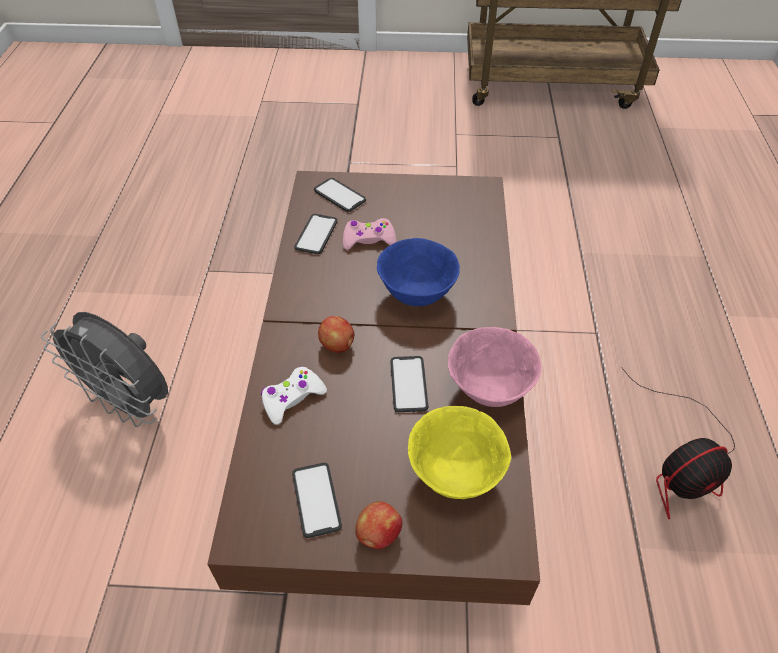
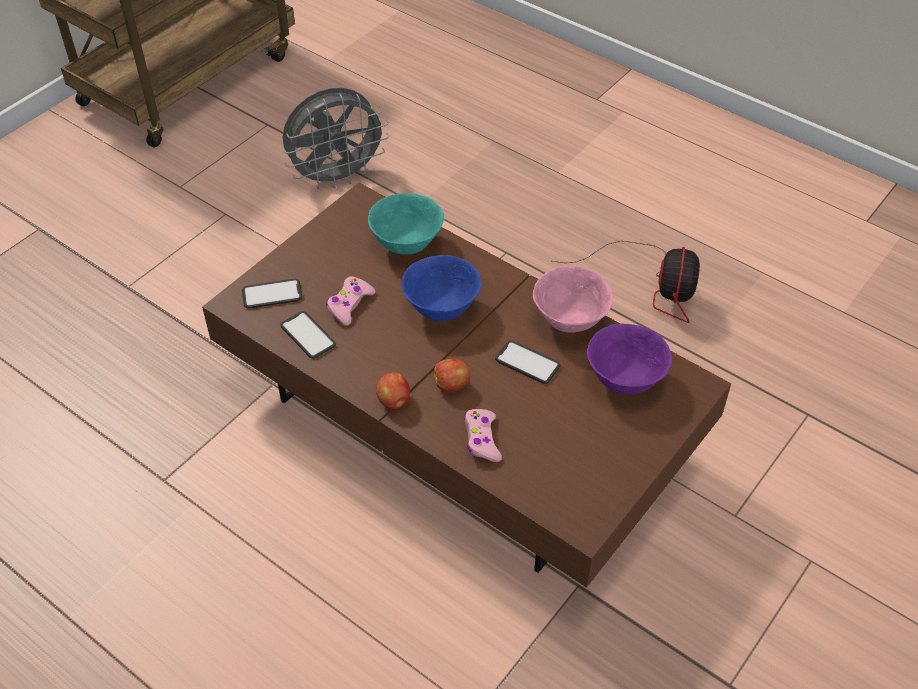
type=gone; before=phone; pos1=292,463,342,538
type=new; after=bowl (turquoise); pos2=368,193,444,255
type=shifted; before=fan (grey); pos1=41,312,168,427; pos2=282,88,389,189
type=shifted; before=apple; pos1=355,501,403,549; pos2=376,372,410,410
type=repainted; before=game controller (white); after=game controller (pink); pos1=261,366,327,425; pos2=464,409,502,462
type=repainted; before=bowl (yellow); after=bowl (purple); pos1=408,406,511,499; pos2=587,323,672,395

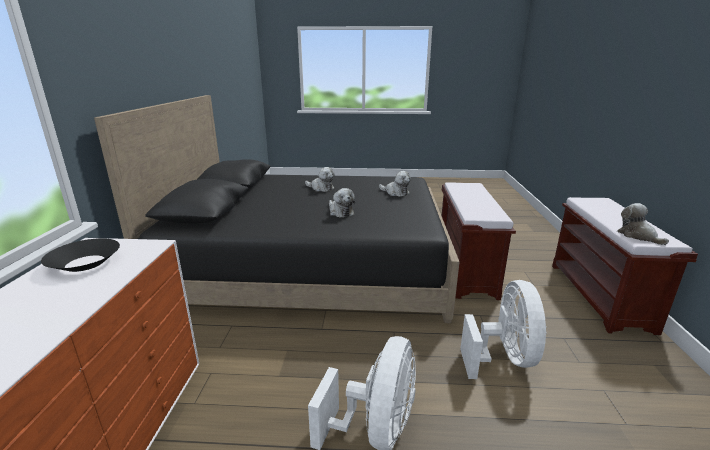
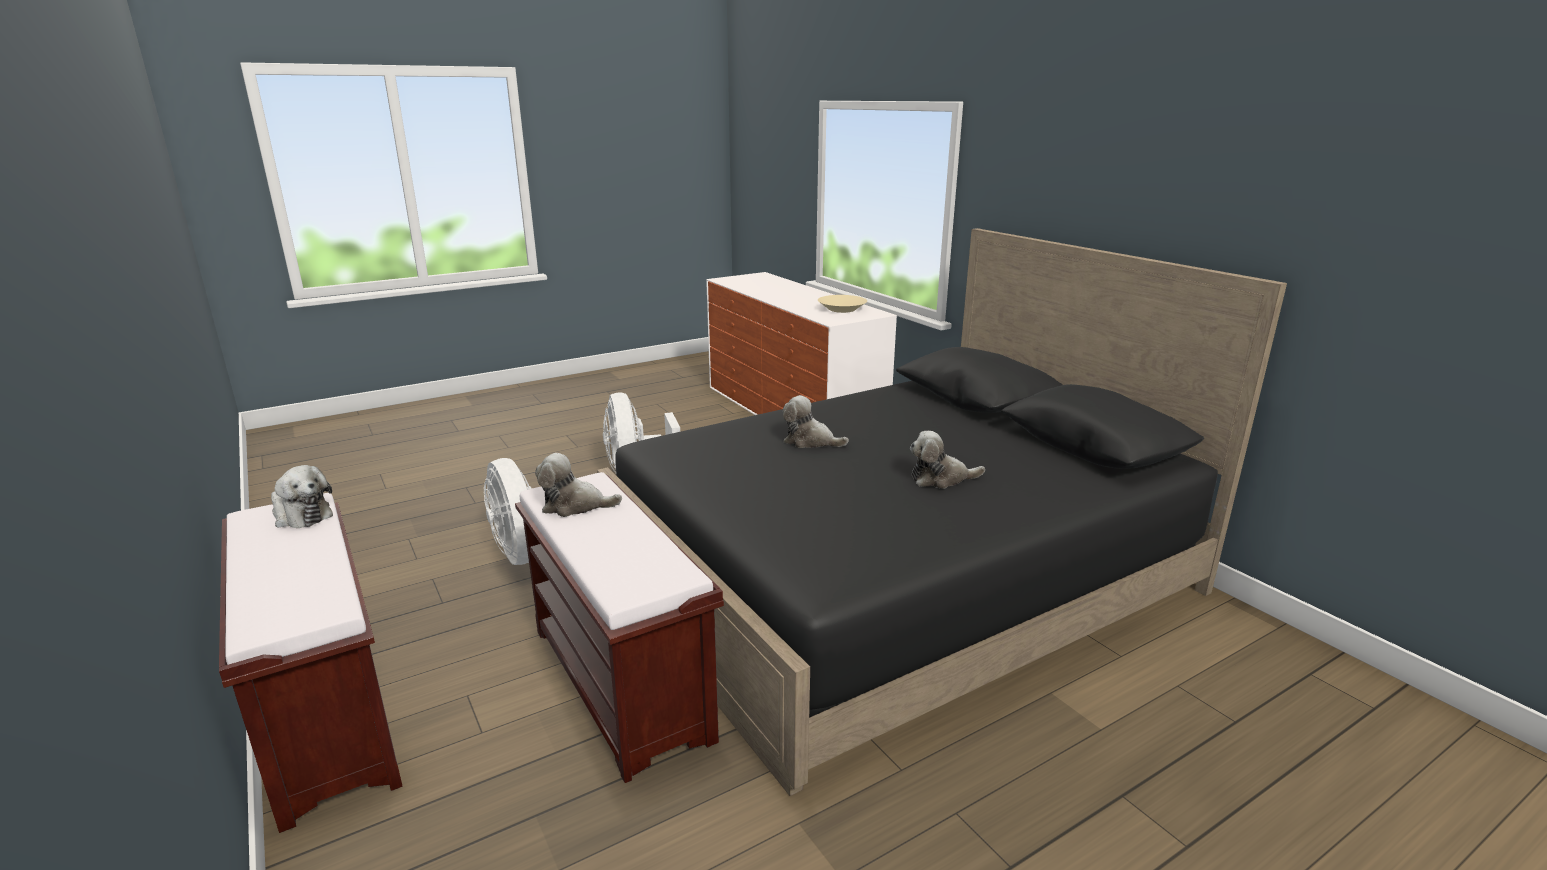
type=shifted; before=plush toy; pos1=379,171,411,197; pos2=535,453,622,517
type=repainted; before=bowl (black); after=bowl (beige); pos1=41,238,120,272; pos2=818,295,867,313

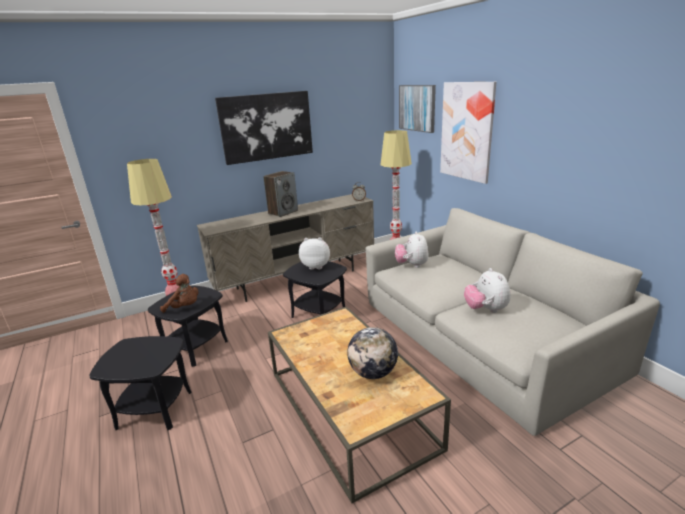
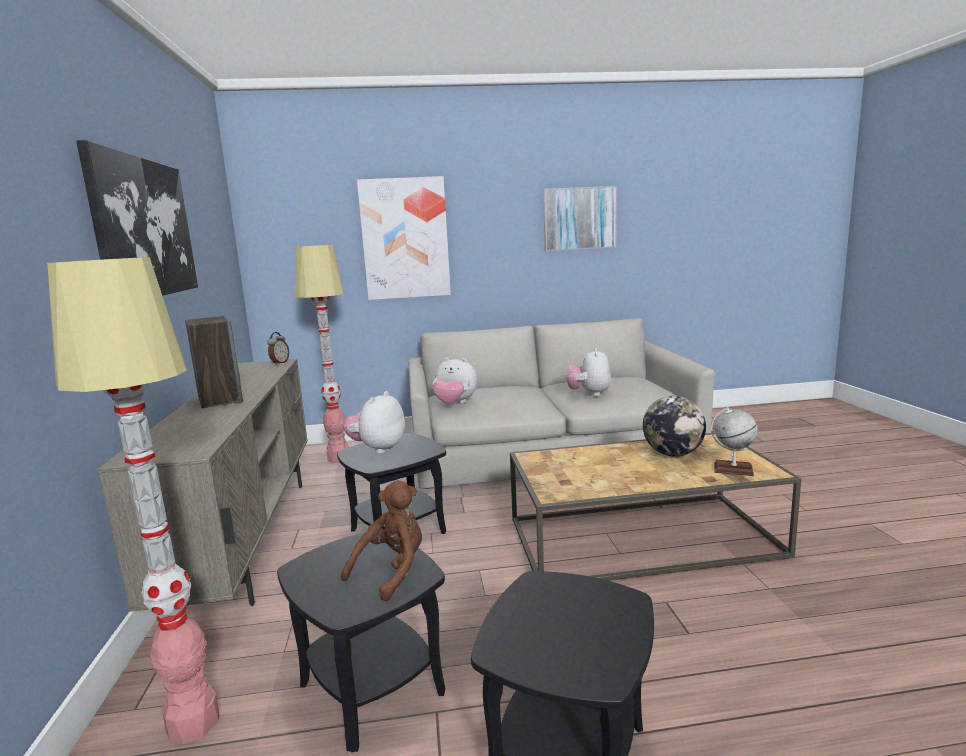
type=new; after=globe; pos2=711,407,758,476
type=shifted; before=picture; pos1=399,85,436,133; pos2=543,186,617,251
type=rotated; before=plush toy; pos1=464,268,510,313; pos2=566,348,611,396; turn=90

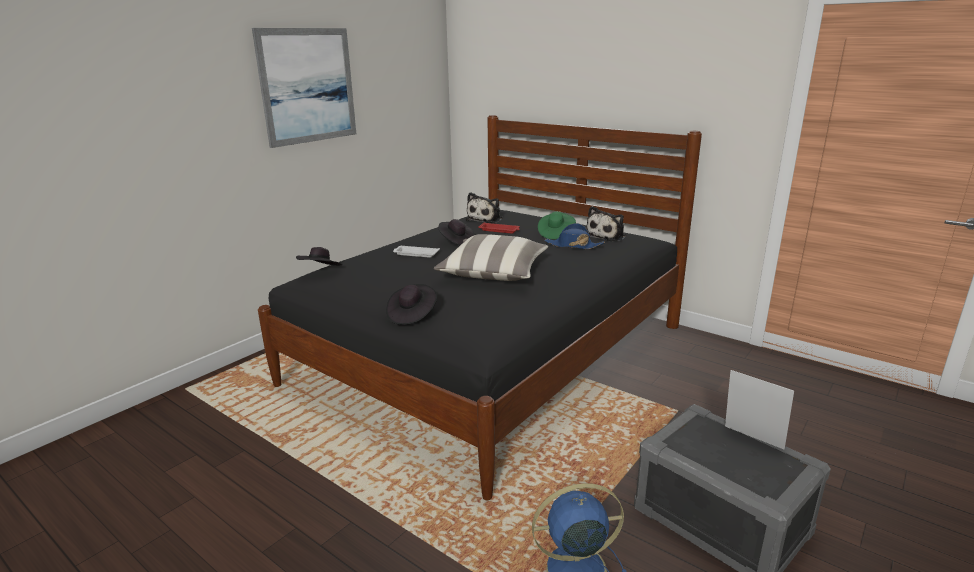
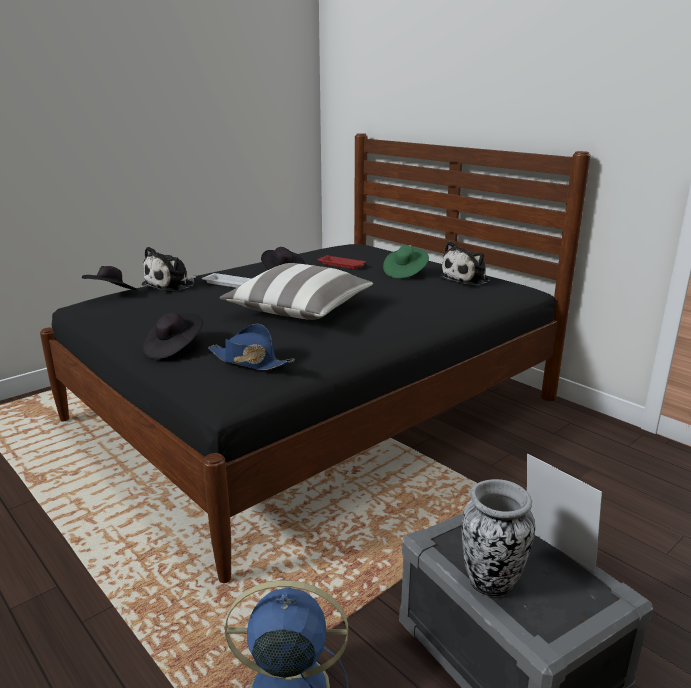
type=gone; before=picture; pos1=252,28,356,148
type=new; after=vase; pos2=461,479,535,597
type=shifted; before=plush toy; pos1=466,192,503,223; pos2=142,247,197,291
type=shifted; before=hat (blue); pos1=544,223,605,249; pos2=208,324,295,370

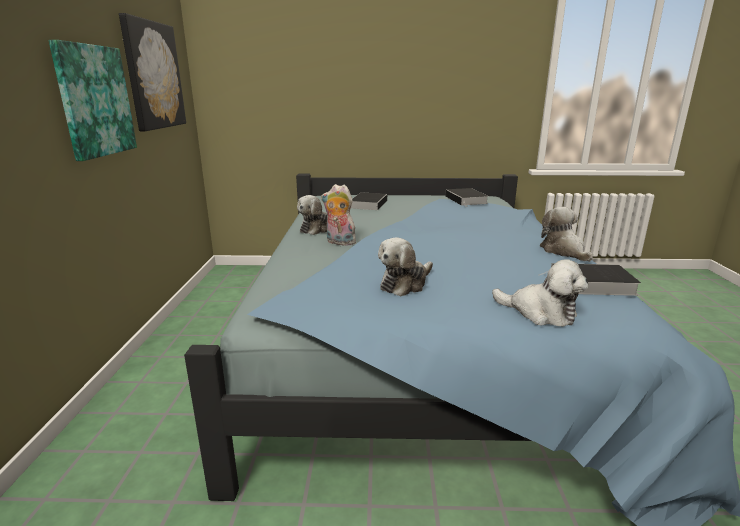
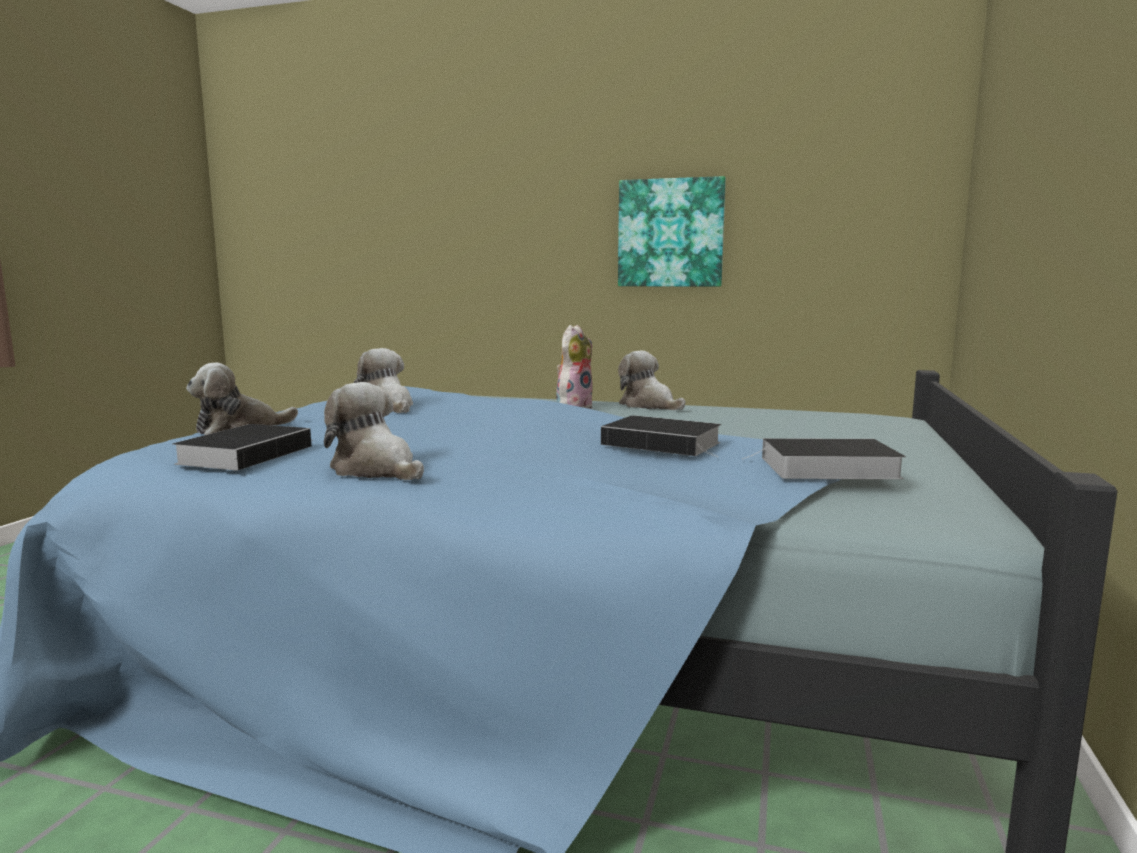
type=gone; before=picture; pos1=119,13,186,131
type=shifted; before=book; pos1=351,192,387,210; pos2=601,415,721,457
type=rotated; before=plush toy; pos1=540,207,593,262; pos2=324,382,424,480; turn=-135

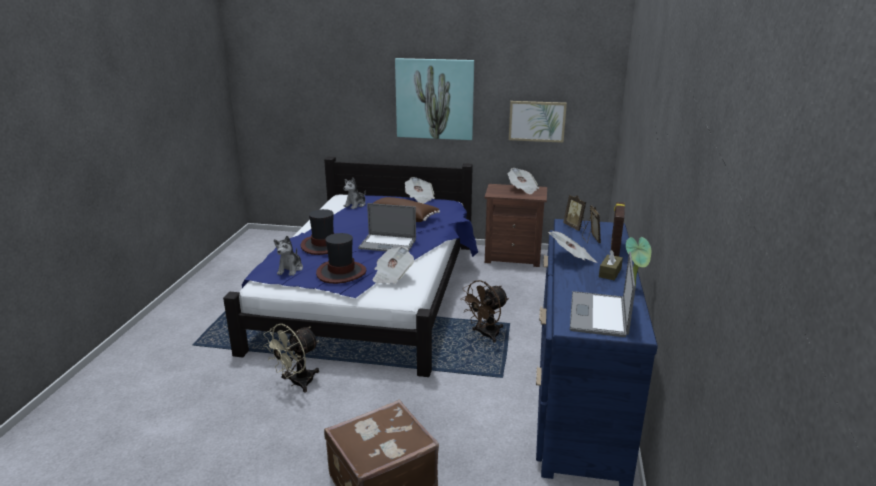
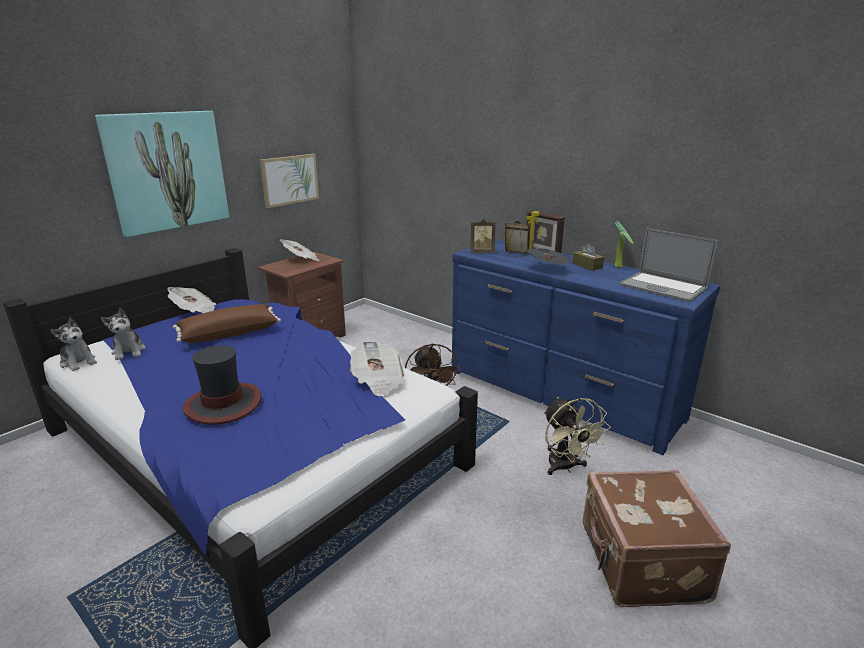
type=gone; before=hat; pos1=316,233,367,284
type=gone; before=laptop; pos1=358,203,416,252
type=shifted; before=fan (beige); pos1=263,324,319,392; pos2=544,397,611,475
type=shifted; before=plush toy; pos1=274,236,303,276; pos2=51,317,97,371

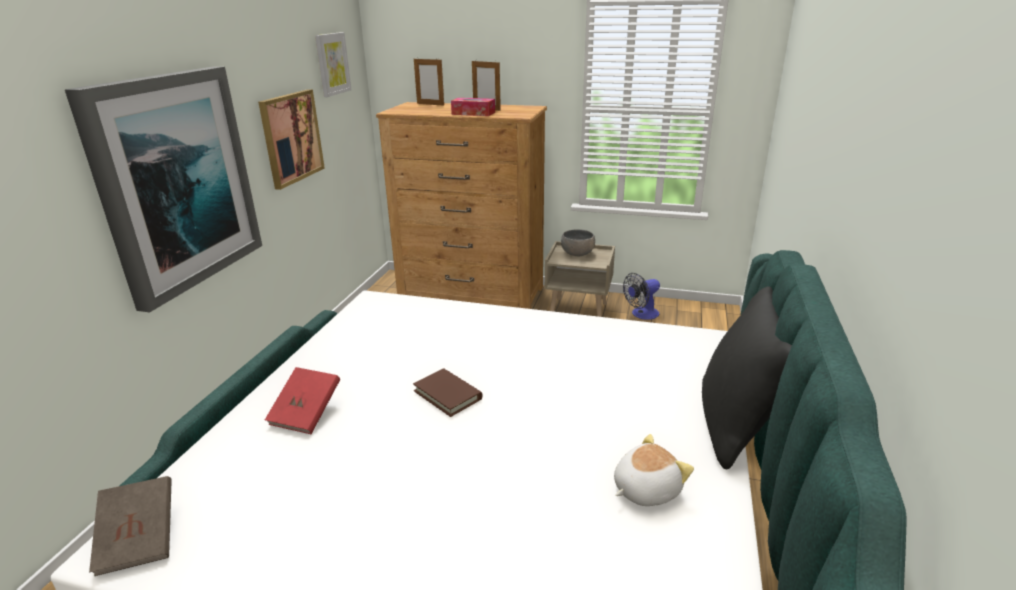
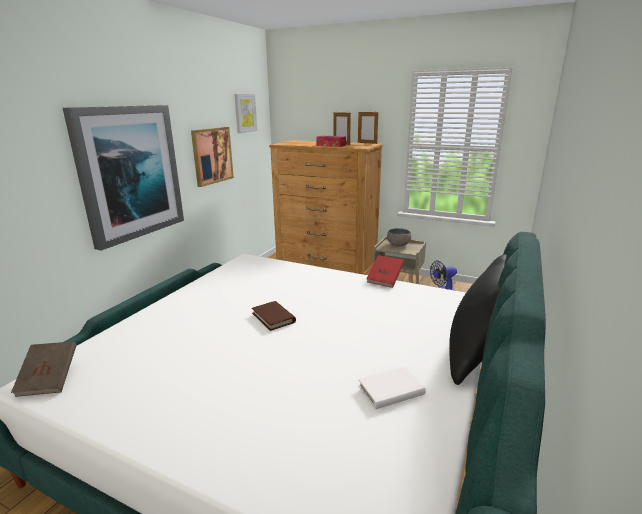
type=shifted; before=book (red); pos1=265,367,340,434; pos2=366,255,404,288
type=shifted; before=picture frame; pos1=414,57,444,106; pos2=358,112,378,144
type=swapped; before=plush toy; after=book (white); pos1=614,434,694,506; pos2=358,366,426,409

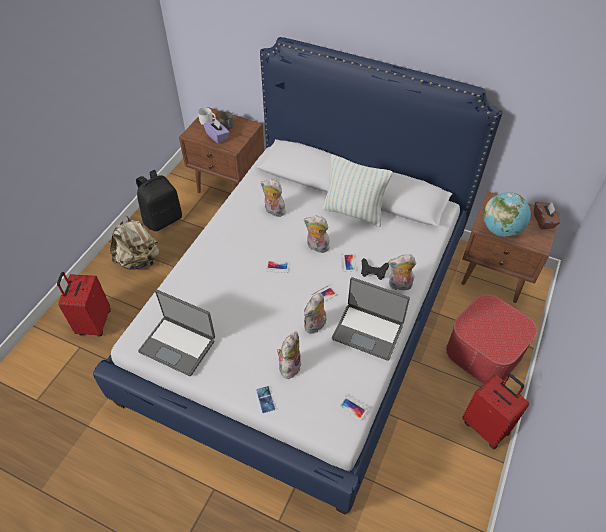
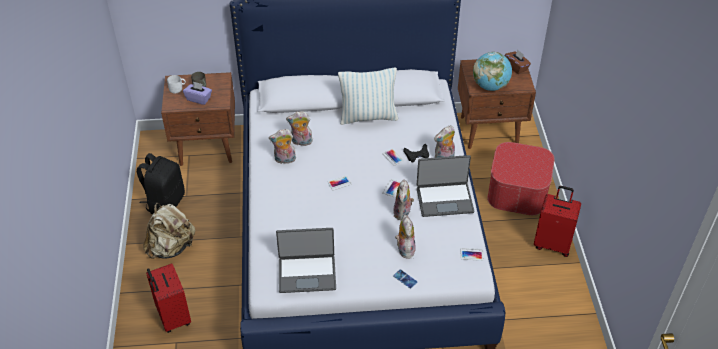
type=shifted; before=plush toy; pos1=304,216,330,253; pos2=269,129,296,164

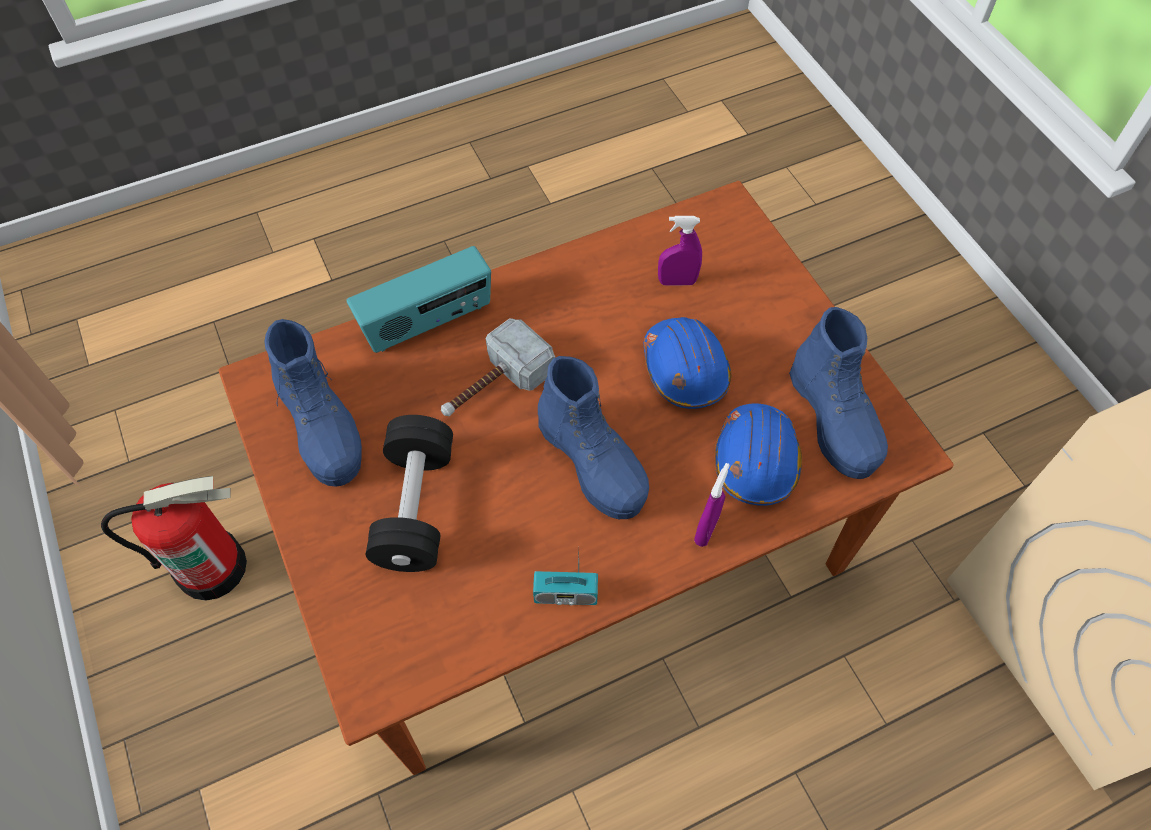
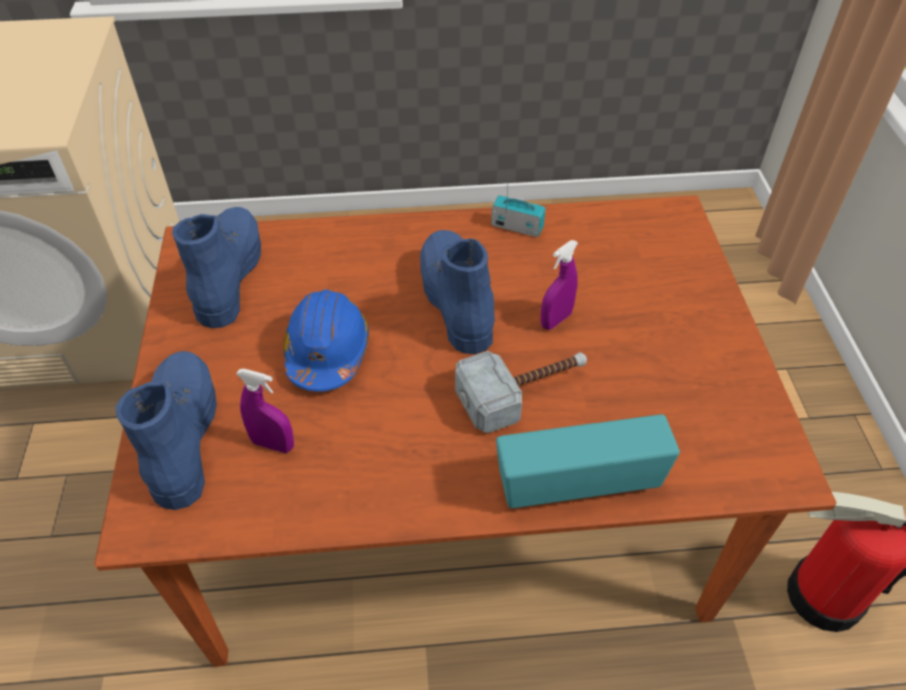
type=gone; before=dumbbell (black); pos1=366,415,453,572
type=gone; before=hard hat (blue); pos1=715,403,802,506
type=shifted; before=boot (blue); pos1=265,319,362,486; pos2=115,351,217,510
type=shifted; before=spray bottle (purple); pos1=694,463,730,547; pos2=541,240,578,330

